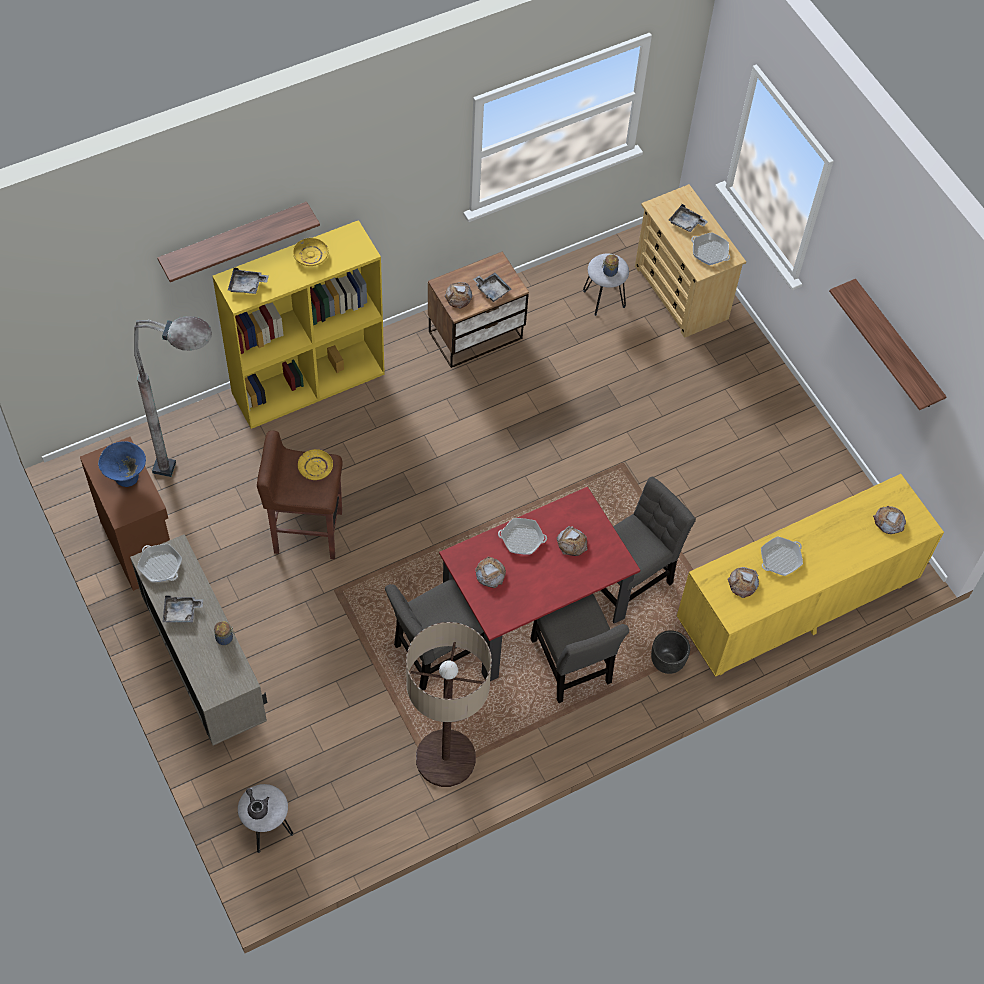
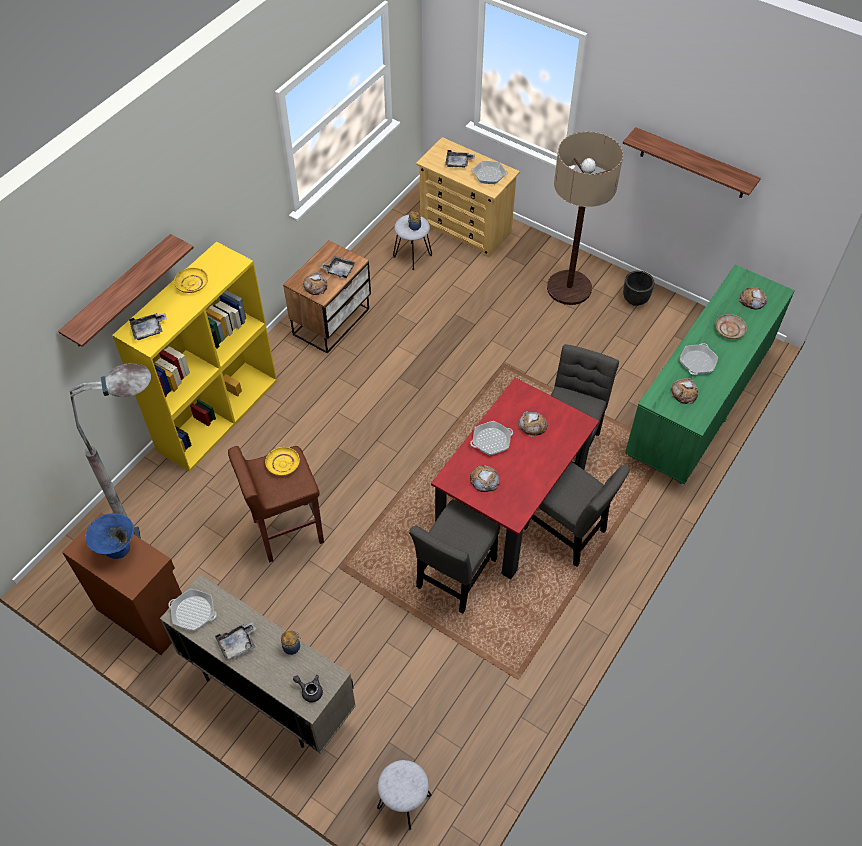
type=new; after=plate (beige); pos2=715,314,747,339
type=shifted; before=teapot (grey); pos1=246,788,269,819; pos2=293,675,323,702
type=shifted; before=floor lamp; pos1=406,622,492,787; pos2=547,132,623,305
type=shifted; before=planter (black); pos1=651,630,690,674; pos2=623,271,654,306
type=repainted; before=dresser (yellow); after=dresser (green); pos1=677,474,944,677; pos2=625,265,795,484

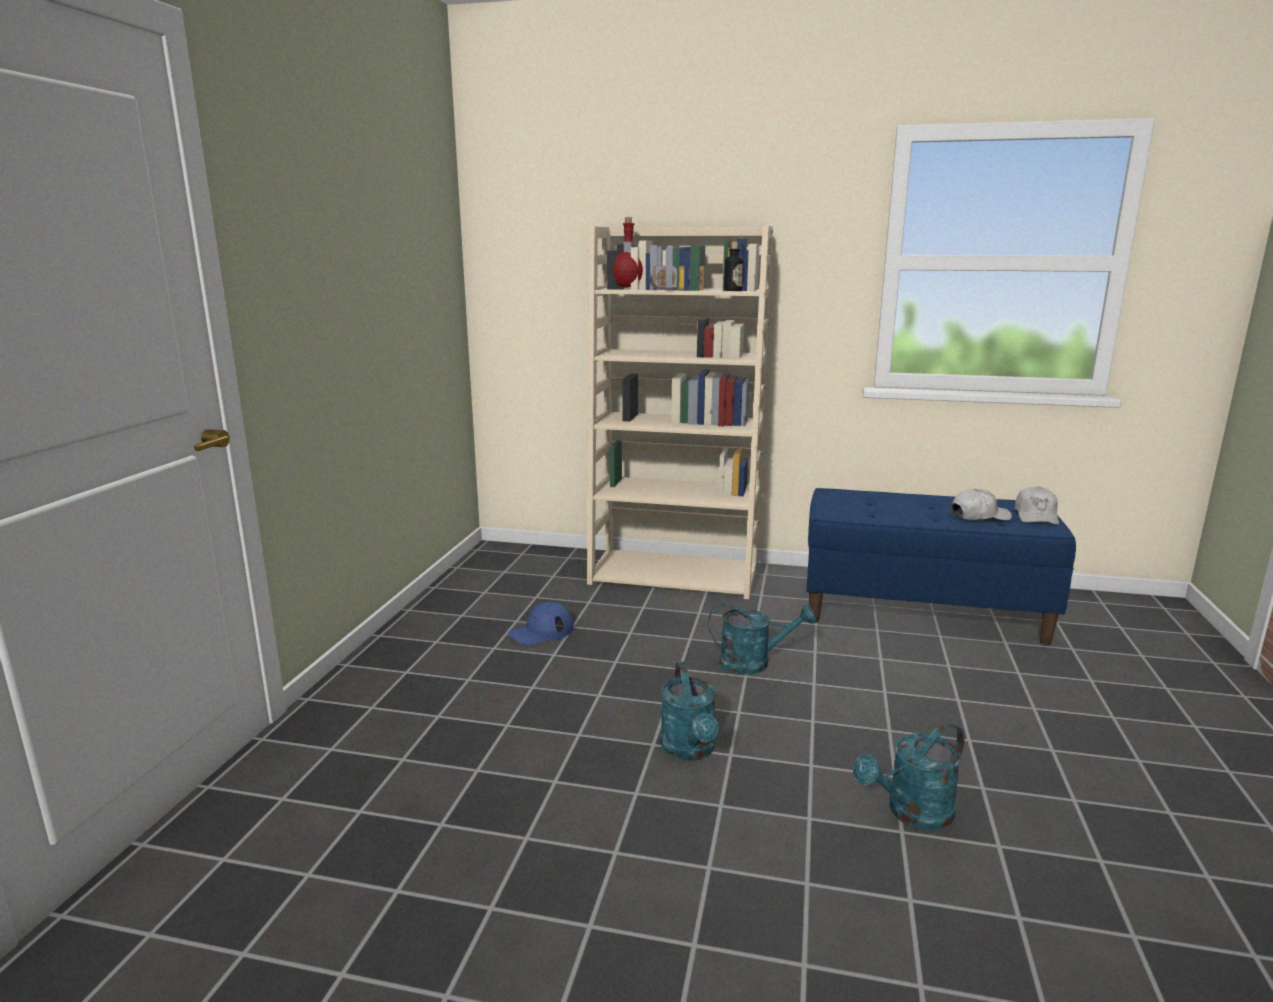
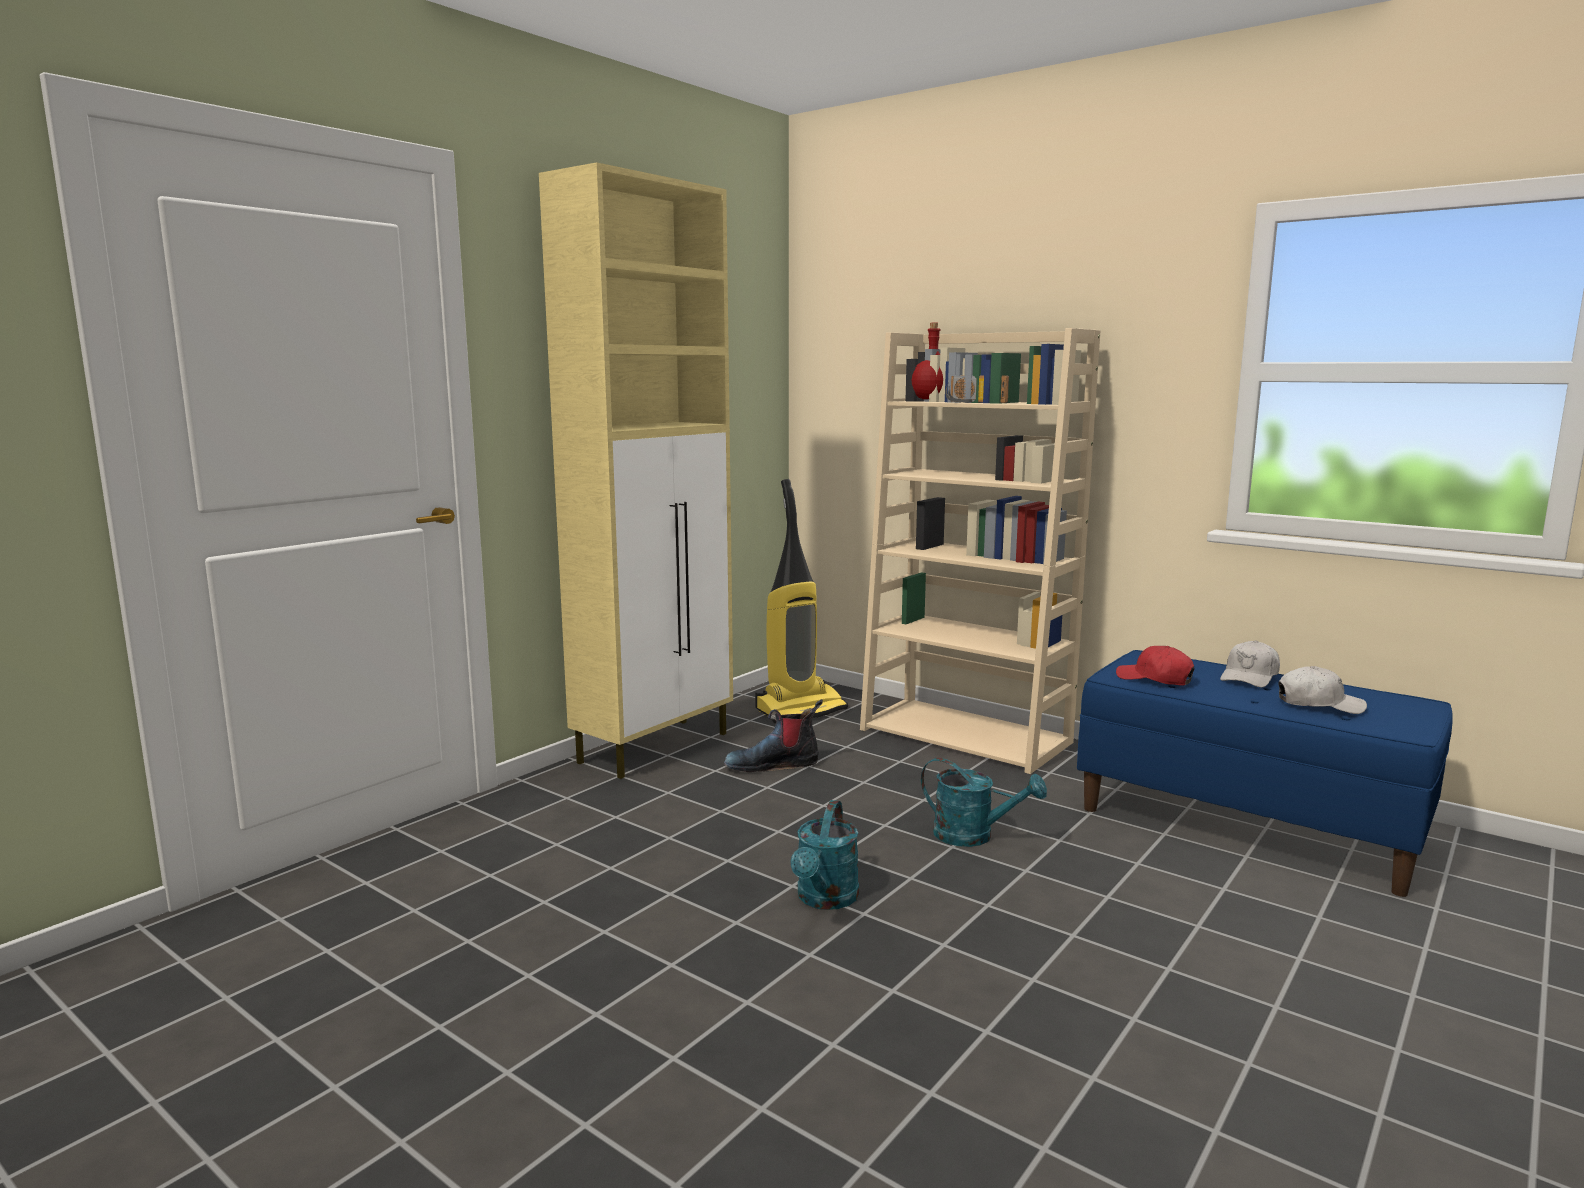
type=gone; before=bottle; pos1=724,242,743,291
type=gone; before=watering can (turquoise); pos1=853,722,965,830
type=new; after=cabinet (beige); pos2=539,162,733,779
type=new; after=vacuum cleaner; pos2=755,479,848,723
type=new; after=cap (red); pos2=1116,646,1194,685
type=shifted; before=cap (white); pos1=1014,486,1059,525; pos2=1220,640,1280,688
type=swapped; before=cap (blue); after=boot; pos1=508,602,574,645; pos2=724,699,823,772

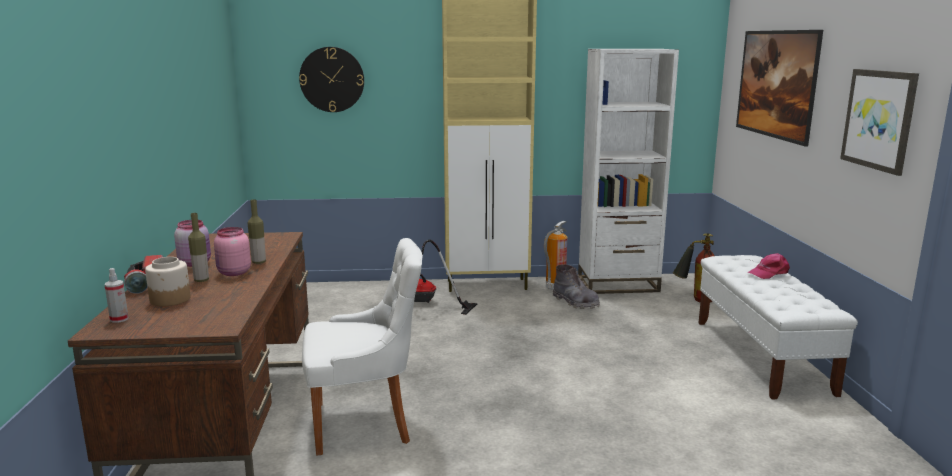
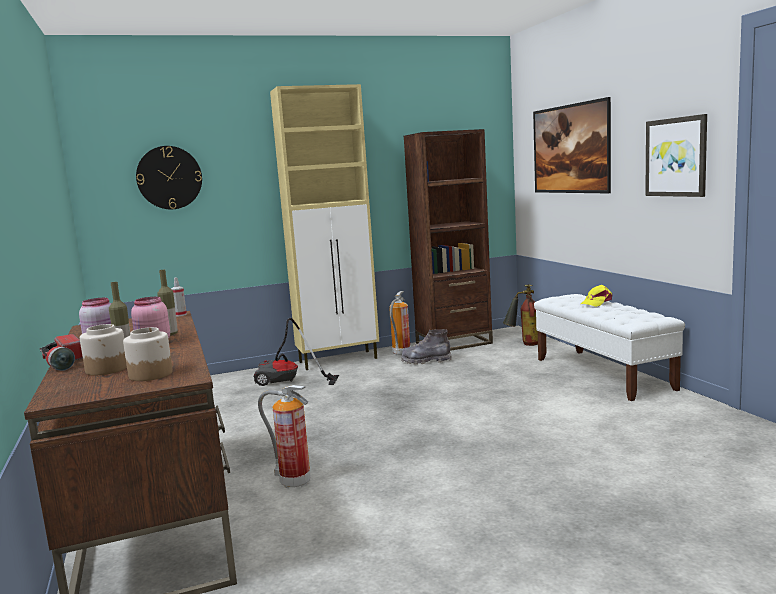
type=new; after=jar; pos2=123,327,172,381
type=shifted; before=spray bottle; pos1=104,268,129,323; pos2=171,278,187,316
type=swapped; before=chair (white); after=fire extinguisher; pos1=302,238,423,455; pos2=258,385,311,488
type=repainted; before=bookcase (white); after=bookcase (brown); pos1=578,49,679,294; pos2=404,129,493,351
type=repainted; before=cap (pink); after=cap (yellow); pos1=747,253,790,279; pos2=581,285,612,307
type=rotated; before=boot (grey); pos1=553,264,600,309; pos2=401,329,452,365; turn=150

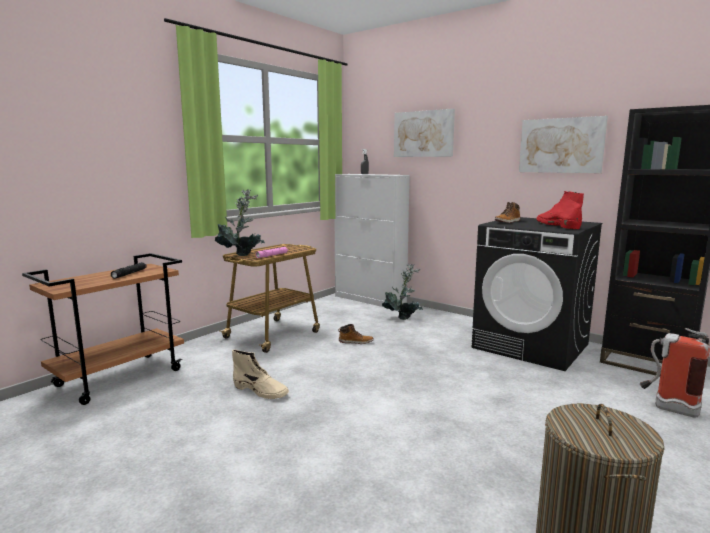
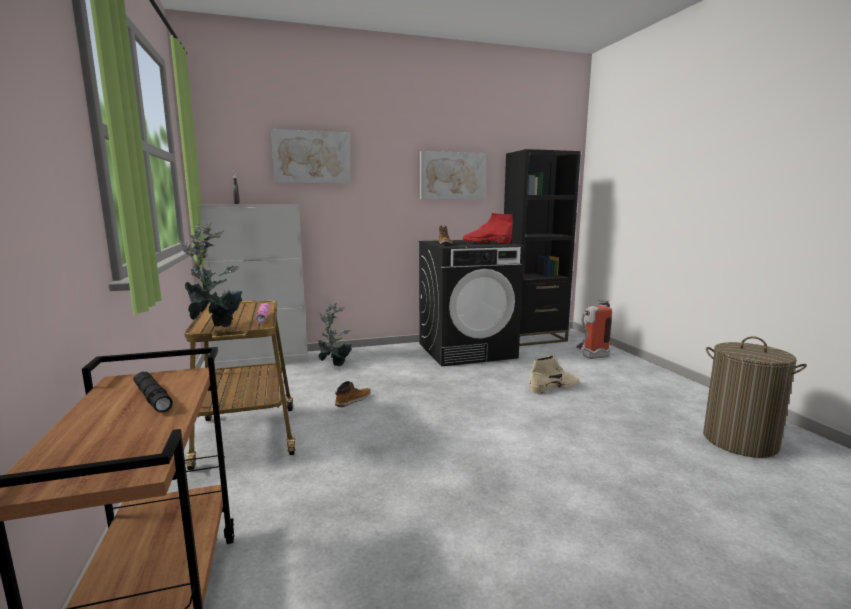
type=shifted; before=boot (beige); pos1=232,350,289,399; pos2=529,355,580,393

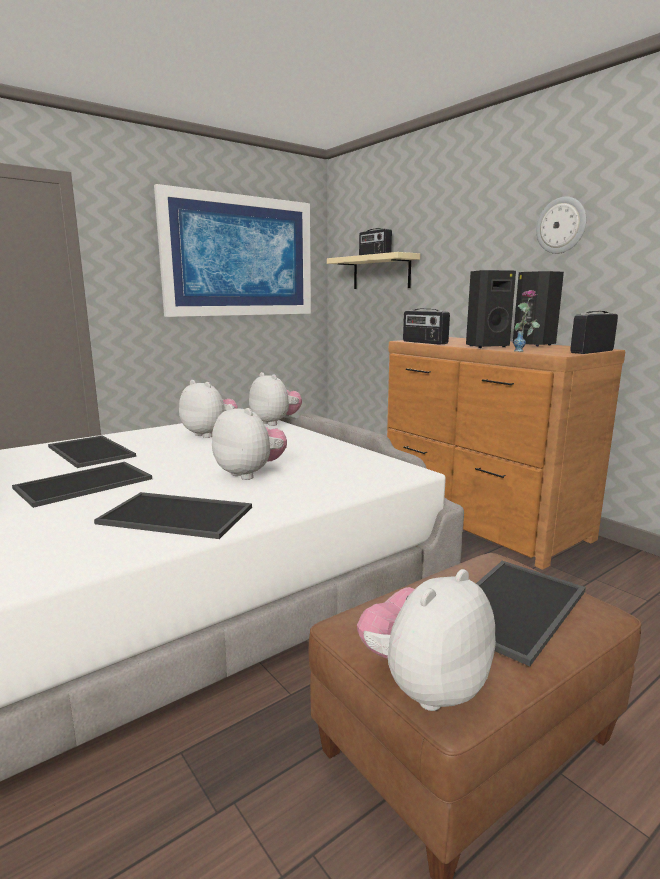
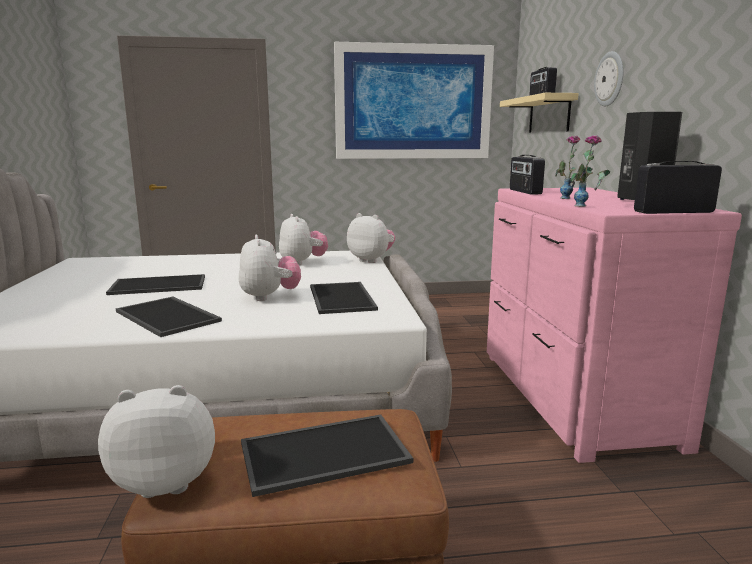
type=shifted; before=tray; pos1=48,435,136,468; pos2=310,282,378,314
type=shifted; before=wall clock; pos1=536,197,587,254; pos2=594,51,623,106
type=swapped; before=speaker (black); after=vase; pos1=466,270,516,348; pos2=555,136,593,199
type=repainted; before=dresser (brown); after=dresser (pink); pos1=387,337,625,569; pos2=487,188,742,463
type=rotated; before=plush toy; pos1=249,372,302,426; pos2=347,213,395,263; turn=-45

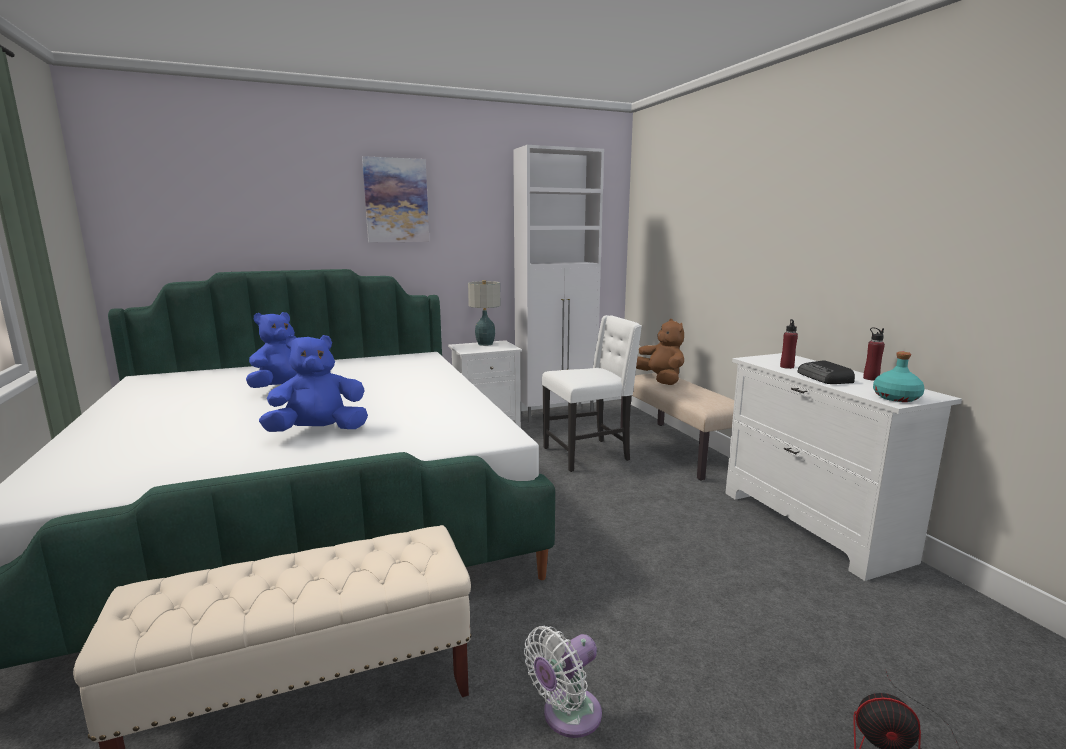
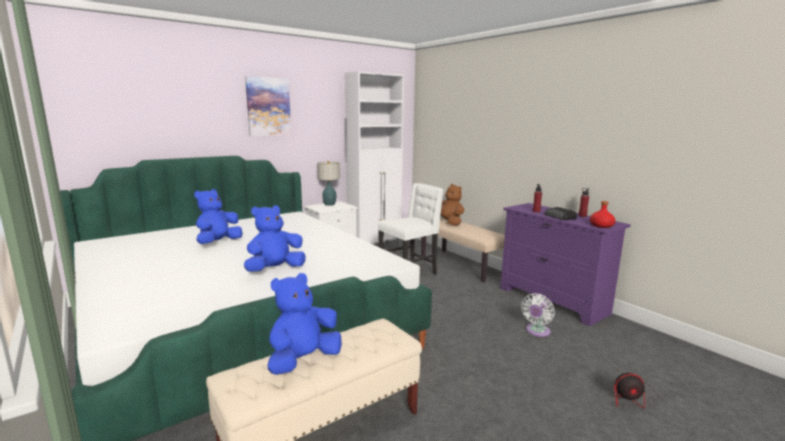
type=new; after=plush toy (blue); pos2=268,273,342,375
type=shifted; before=fan (white); pos1=524,626,602,738; pos2=521,293,555,337
type=repainted; before=dresser (white); after=dresser (purple); pos1=725,353,962,581; pos2=500,203,631,326
type=repainted; before=bottle (turquoise); after=bottle (red); pos1=873,352,925,402; pos2=590,201,616,228

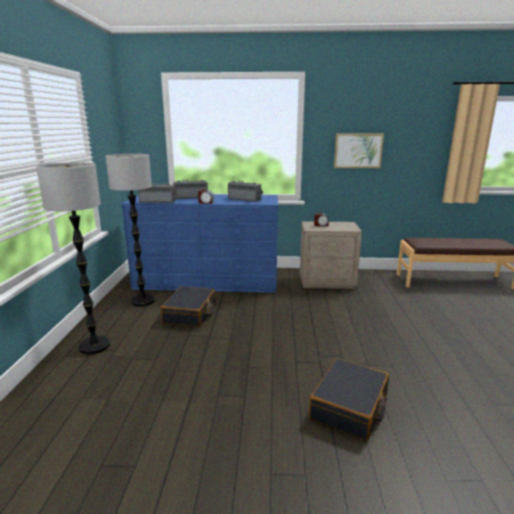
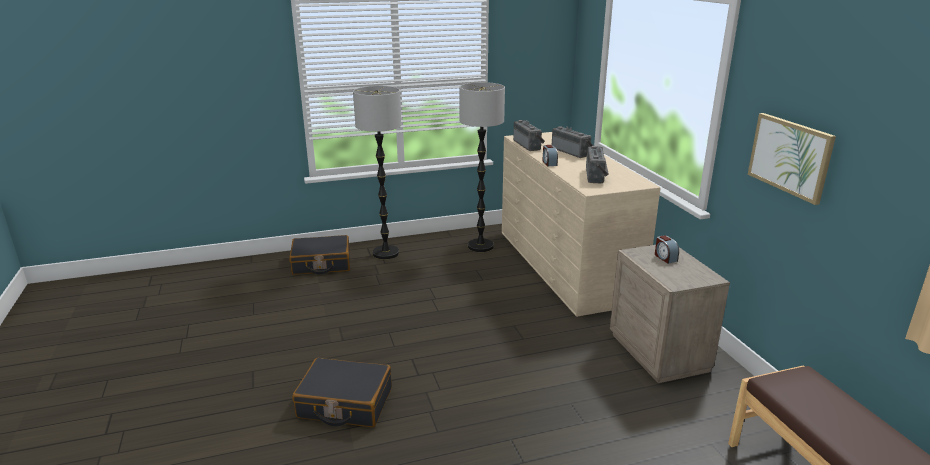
type=shifted; before=suitcase (black); pos1=161,286,216,327; pos2=289,235,350,275
type=repainted; before=dresser (blue); after=dresser (beige); pos1=122,194,278,293; pos2=502,132,661,317

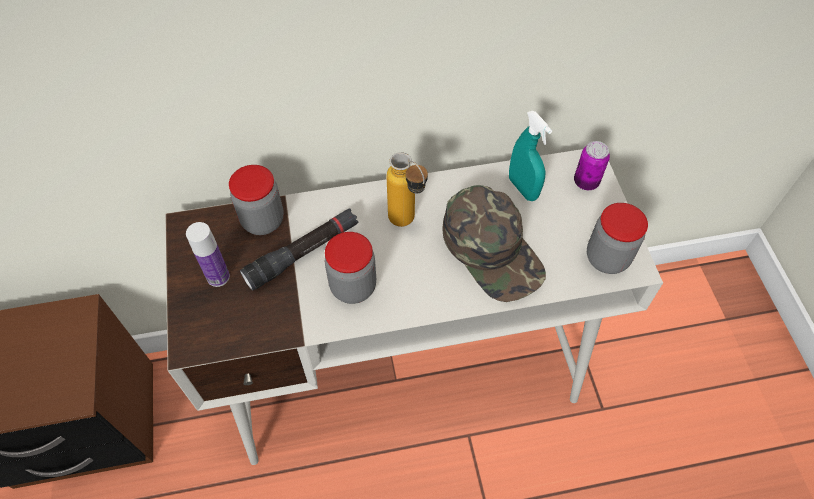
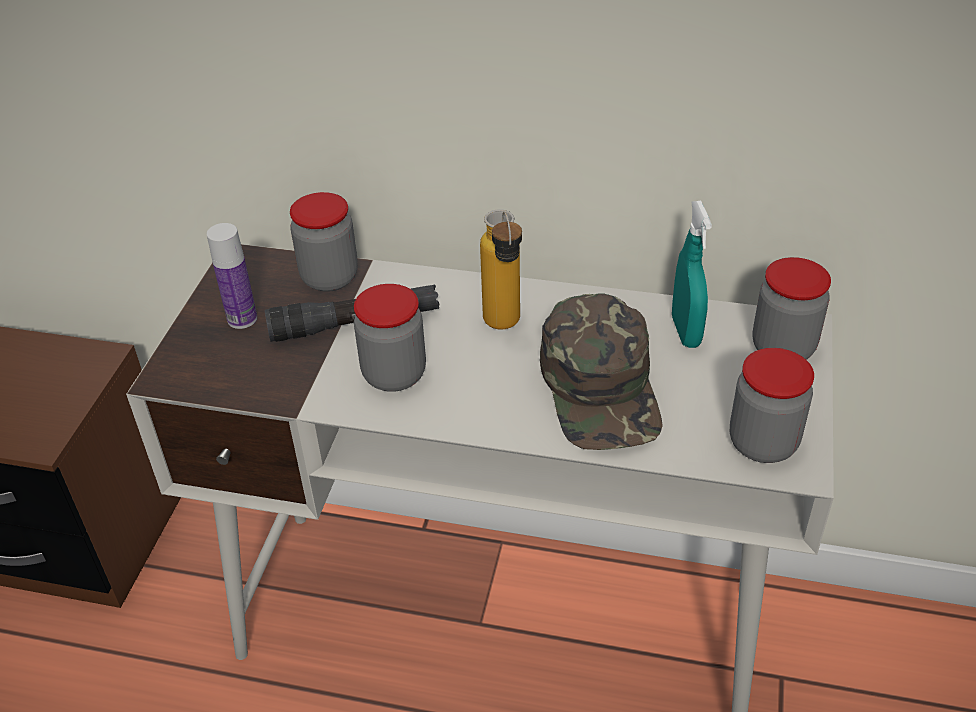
type=swapped; before=can; after=jar; pos1=574,141,610,190; pos2=752,257,831,360

